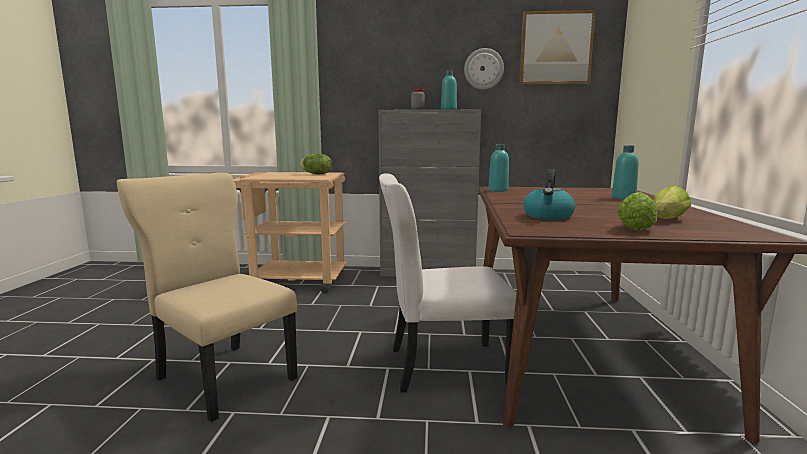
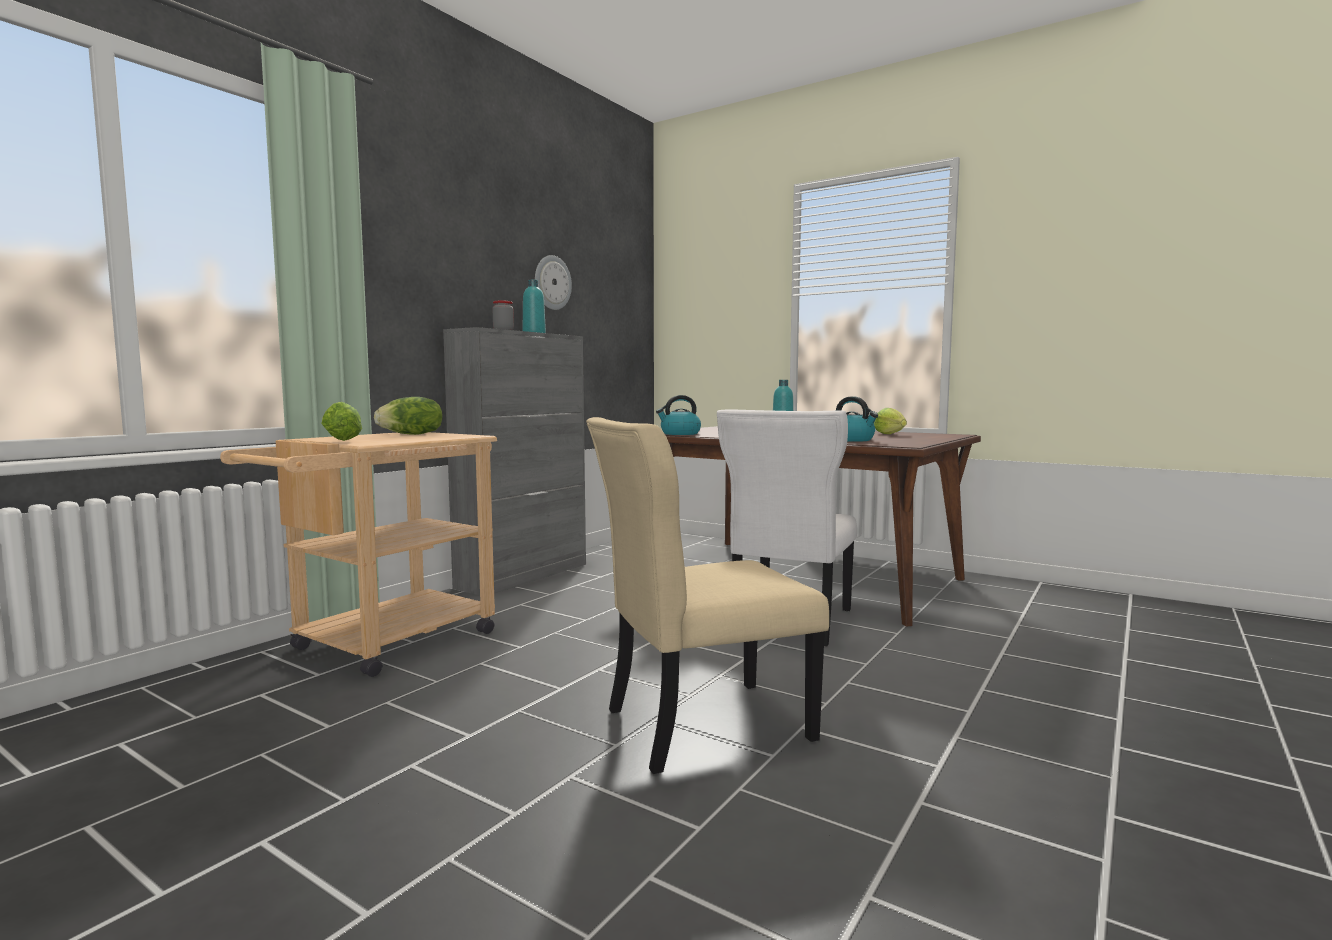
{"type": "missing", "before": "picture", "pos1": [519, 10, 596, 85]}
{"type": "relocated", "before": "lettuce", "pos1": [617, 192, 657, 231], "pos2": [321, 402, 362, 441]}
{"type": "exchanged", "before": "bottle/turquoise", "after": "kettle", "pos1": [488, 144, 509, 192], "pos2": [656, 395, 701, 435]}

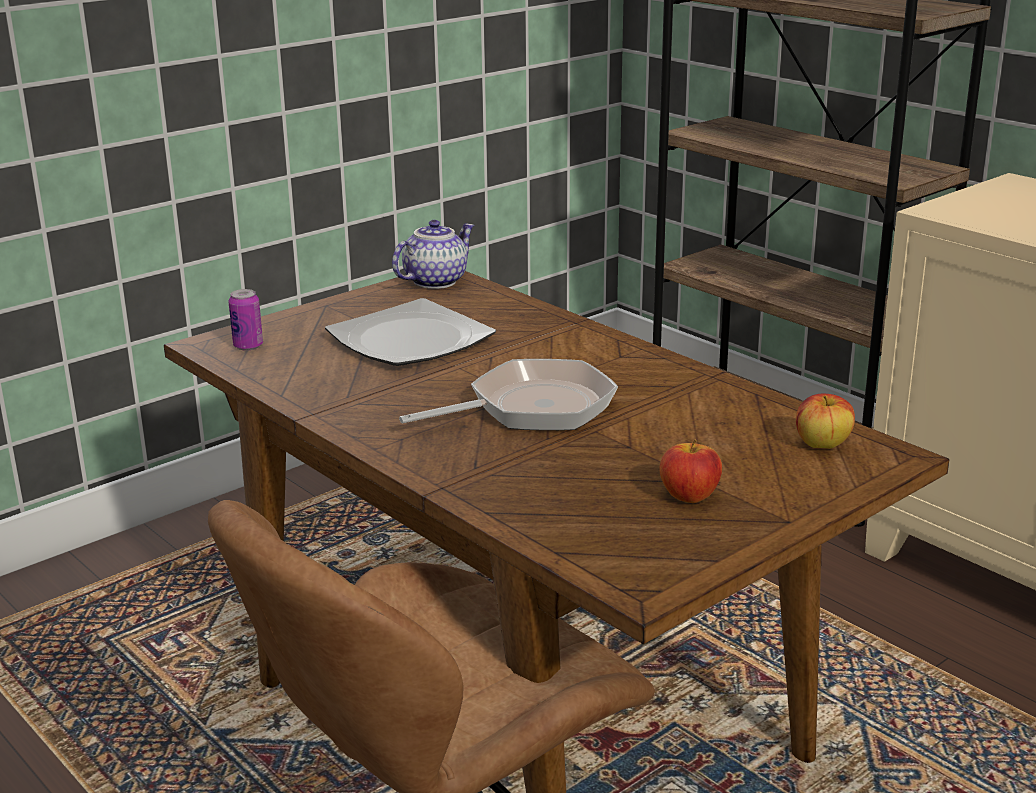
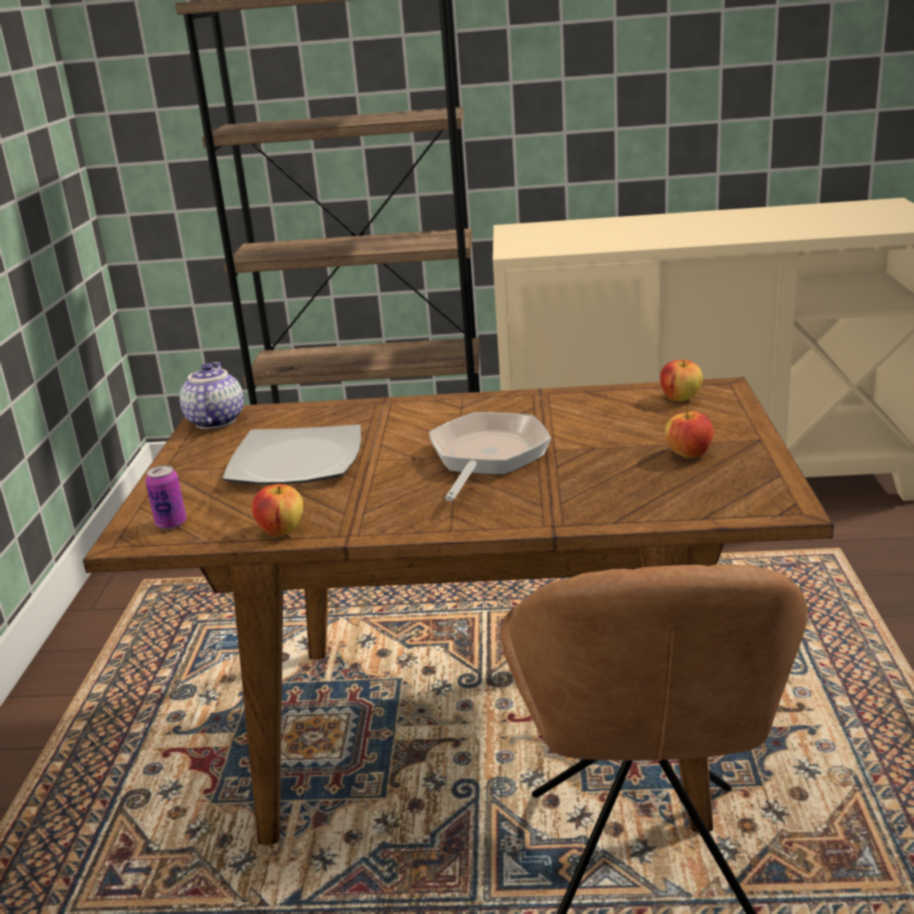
{"type": "appeared", "after": "apple", "pos2": [252, 484, 303, 536]}

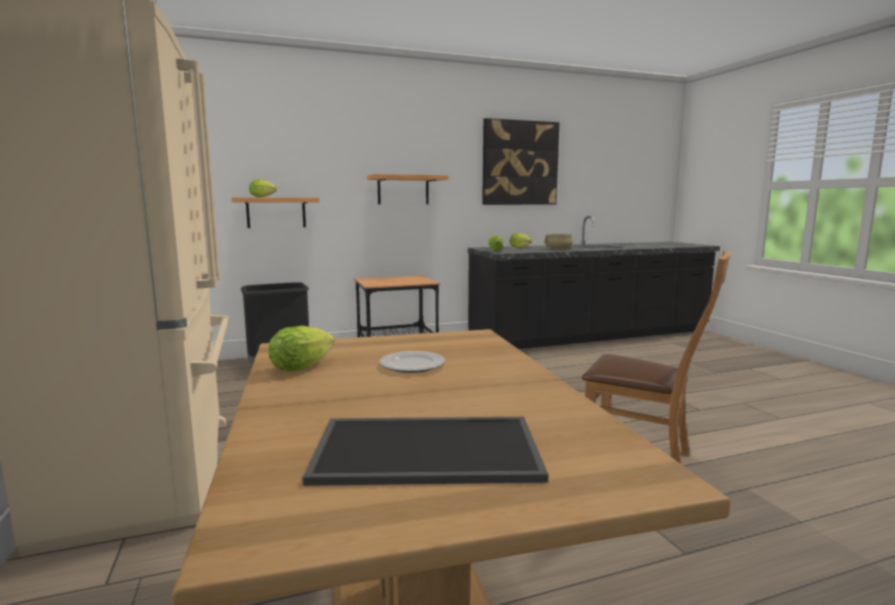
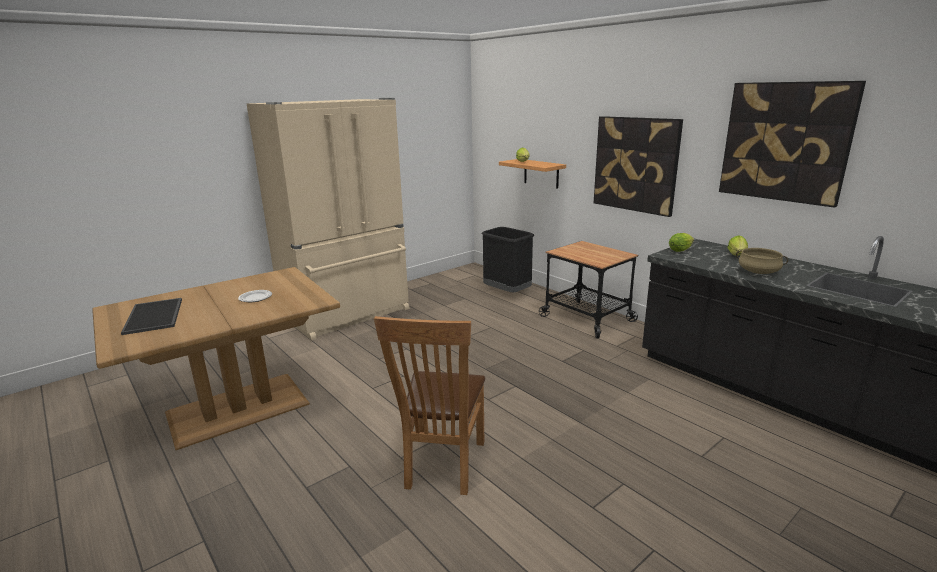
{"type": "missing", "before": "lettuce", "pos1": [268, 326, 335, 372]}
{"type": "exchanged", "before": "shelf", "after": "picture", "pos1": [367, 174, 449, 204], "pos2": [594, 116, 683, 217]}

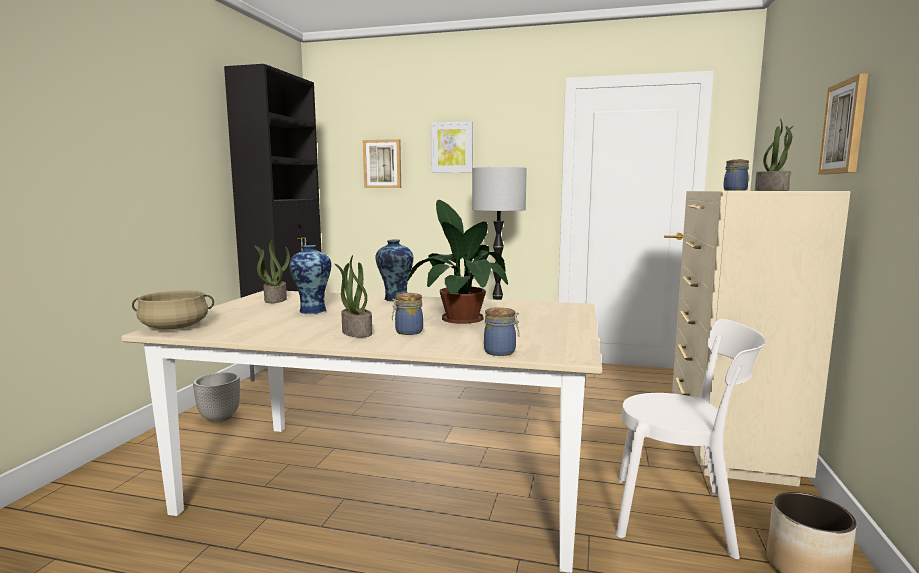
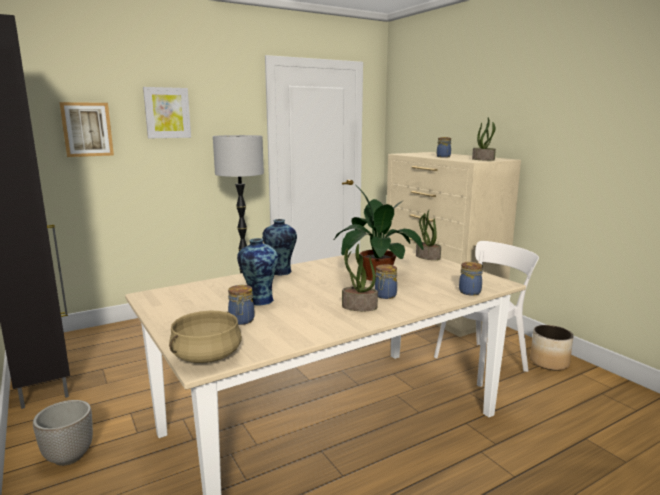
{"type": "missing", "before": "picture", "pos1": [818, 73, 868, 175]}
{"type": "appeared", "after": "jar", "pos2": [228, 285, 255, 325]}
{"type": "relocated", "before": "potted plant", "pos1": [255, 240, 290, 303], "pos2": [416, 210, 441, 260]}

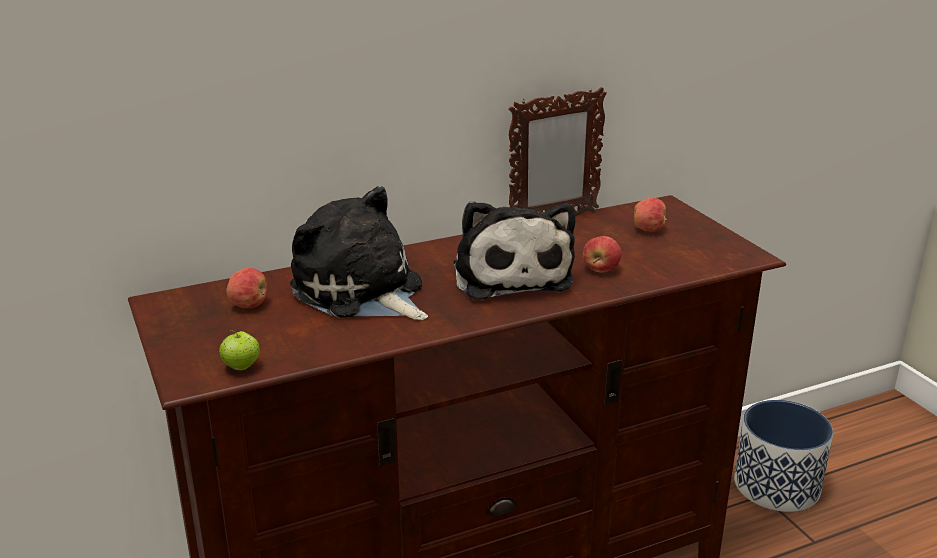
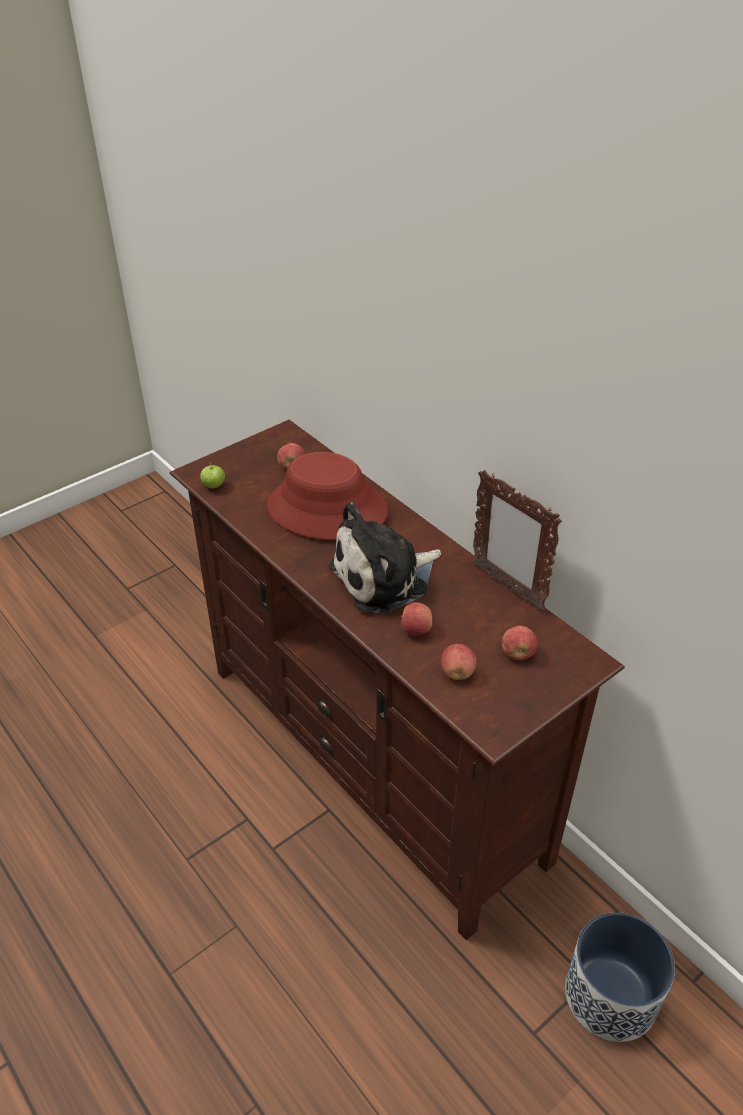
{"type": "appeared", "after": "apple", "pos2": [441, 644, 477, 680]}
{"type": "exchanged", "before": "plush toy", "after": "hat/red", "pos1": [290, 186, 428, 320], "pos2": [267, 452, 388, 540]}

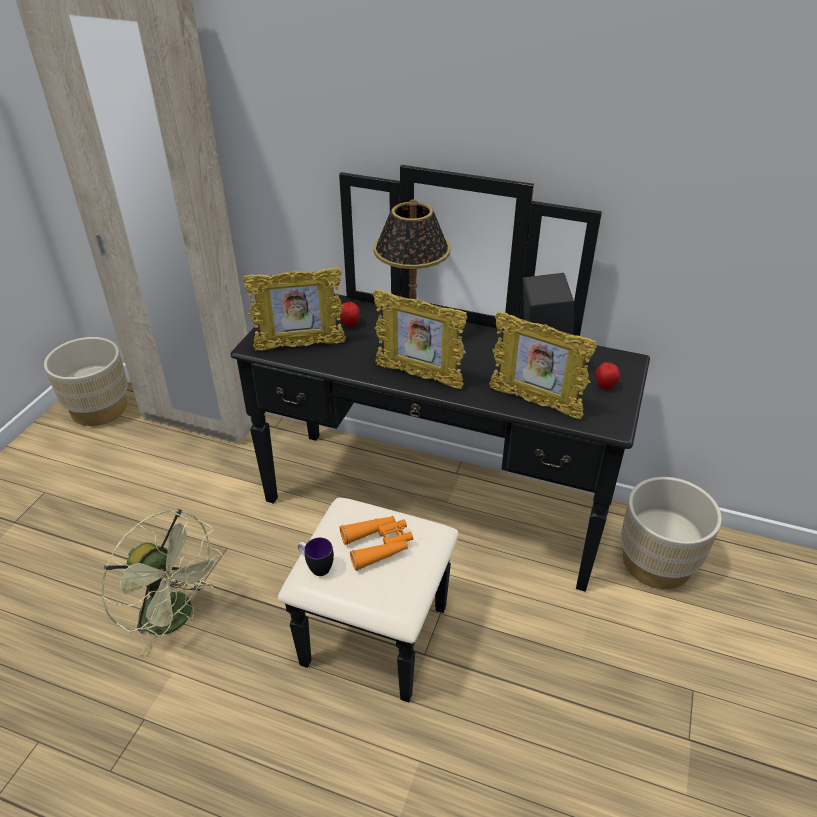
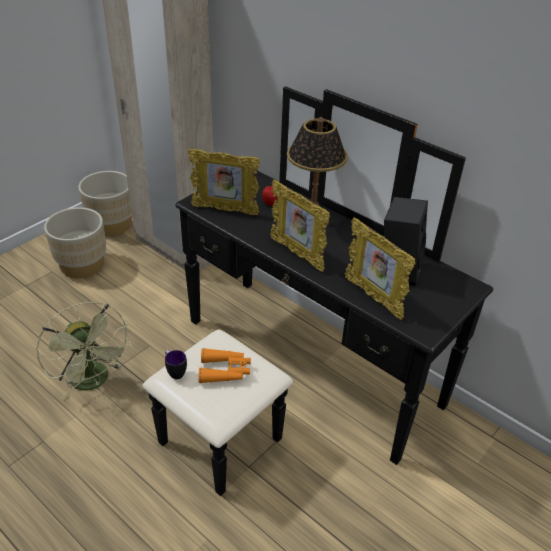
{"type": "missing", "before": "apple", "pos1": [595, 362, 620, 390]}
{"type": "relocated", "before": "planter/beige", "pos1": [621, 477, 722, 589], "pos2": [44, 207, 106, 278]}

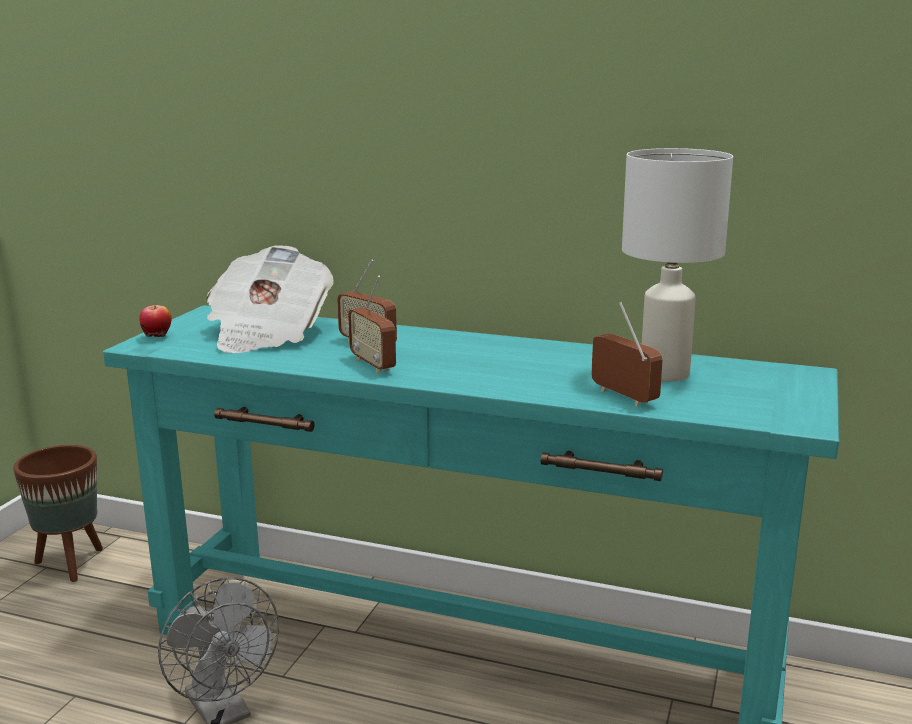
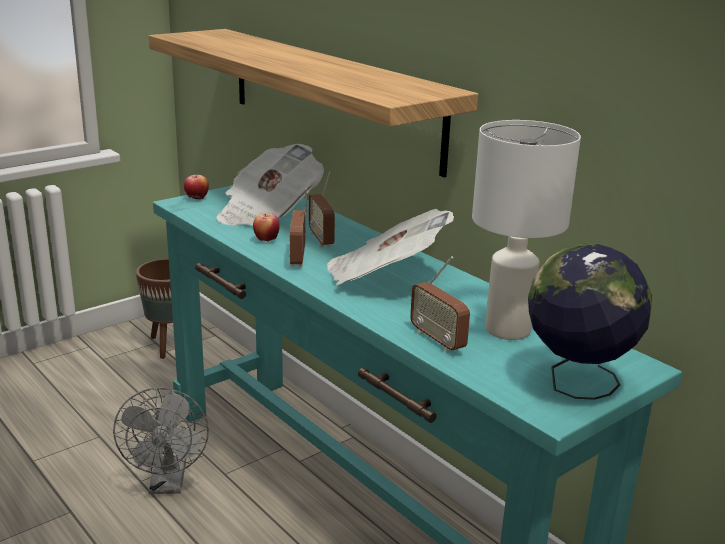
{"type": "appeared", "after": "shelf", "pos2": [149, 29, 478, 177]}
{"type": "appeared", "after": "apple", "pos2": [253, 213, 280, 241]}
{"type": "appeared", "after": "newspaper", "pos2": [327, 209, 454, 285]}
{"type": "appeared", "after": "globe", "pos2": [528, 244, 652, 400]}
{"type": "spun", "before": "radio", "pos1": [591, 302, 663, 406], "pos2": [410, 256, 470, 352], "turn": 150}

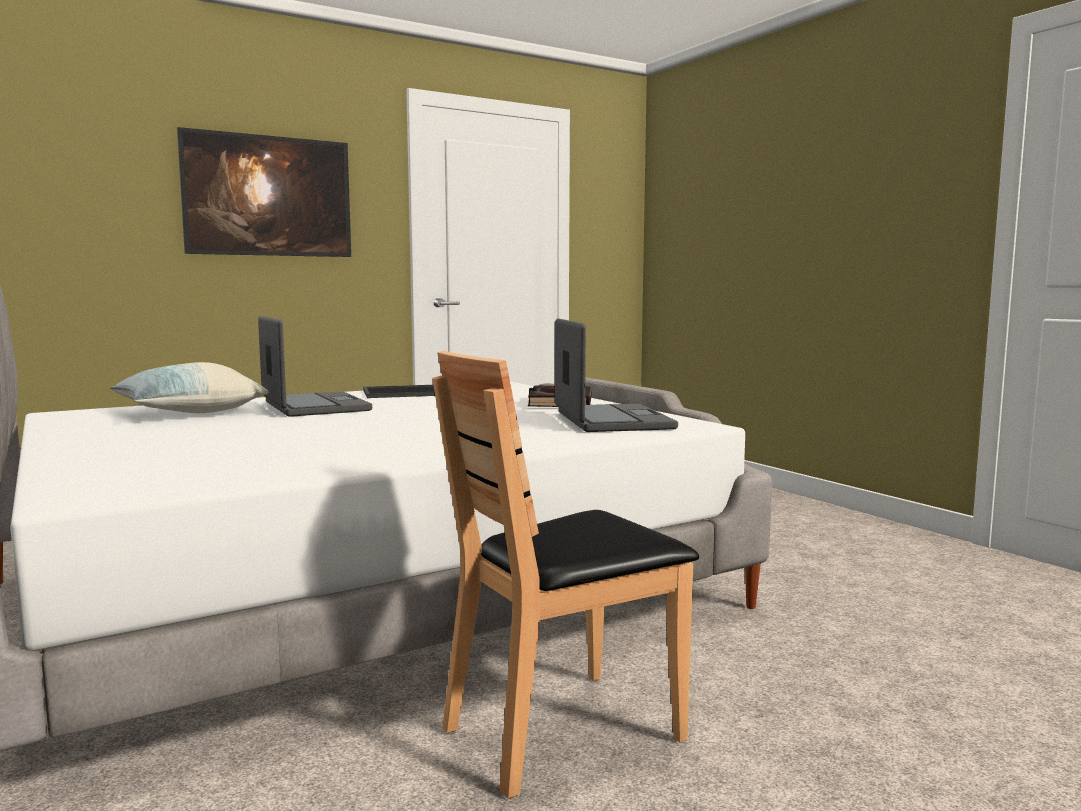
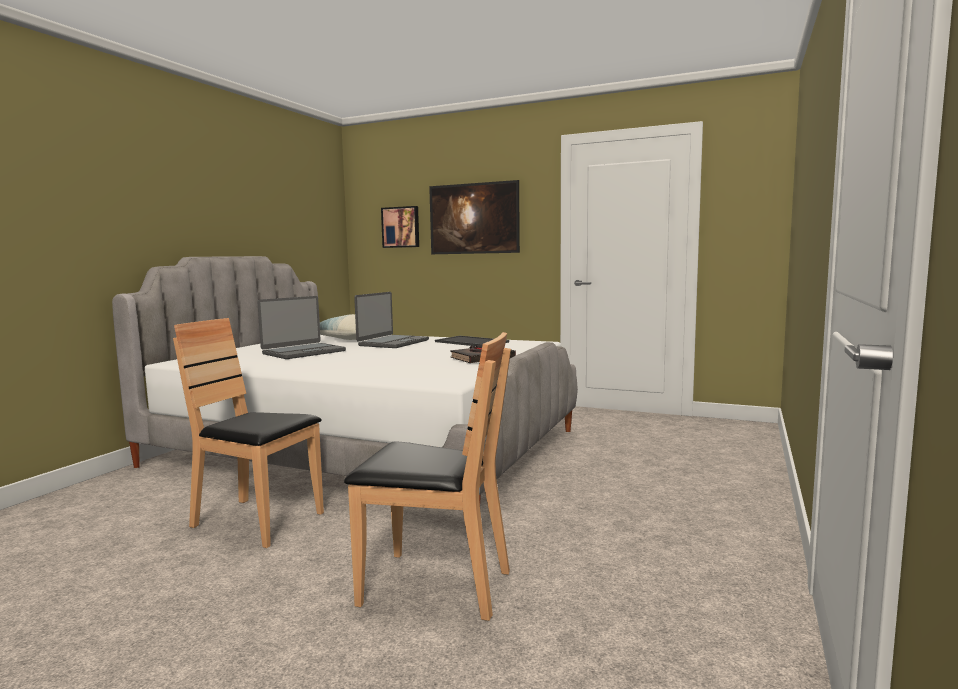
{"type": "appeared", "after": "chair/brown", "pos2": [344, 332, 511, 621]}
{"type": "appeared", "after": "picture", "pos2": [381, 206, 419, 248]}
{"type": "relocated", "before": "laptop", "pos1": [555, 319, 678, 432], "pos2": [257, 296, 346, 359]}

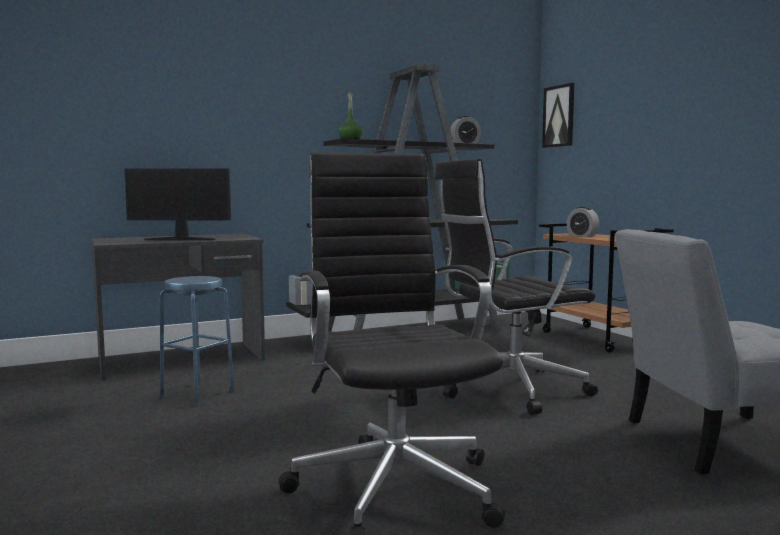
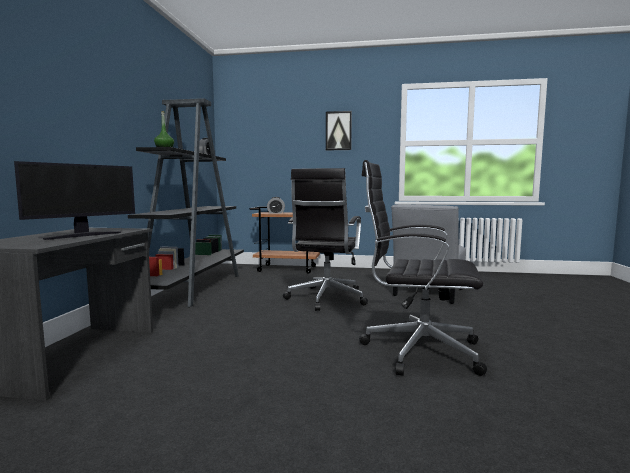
{"type": "missing", "before": "stool/blue", "pos1": [160, 276, 235, 406]}
{"type": "relocated", "before": "picture", "pos1": [542, 83, 574, 148], "pos2": [326, 111, 352, 150]}

